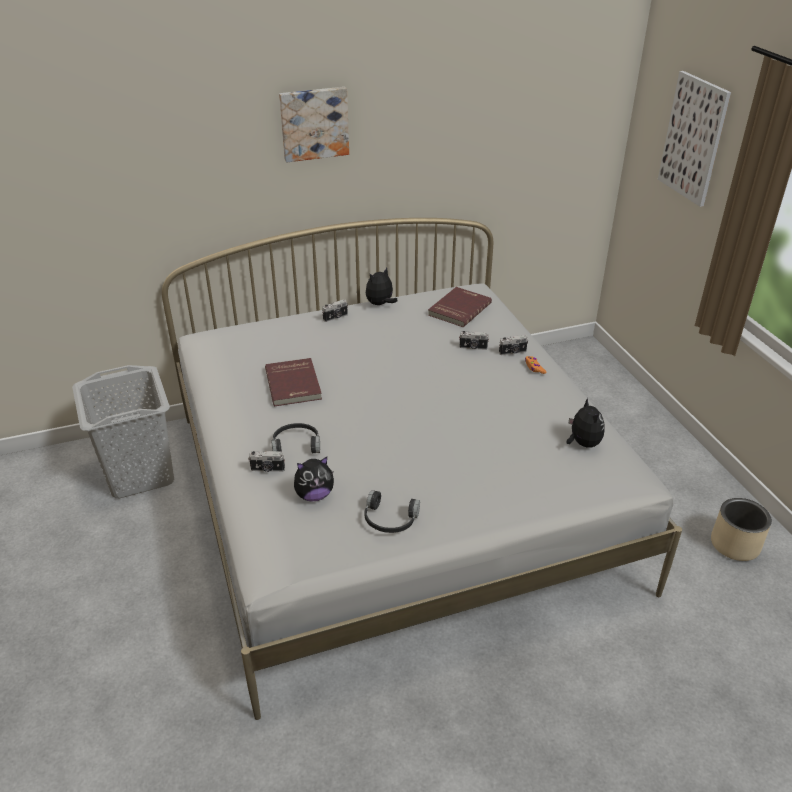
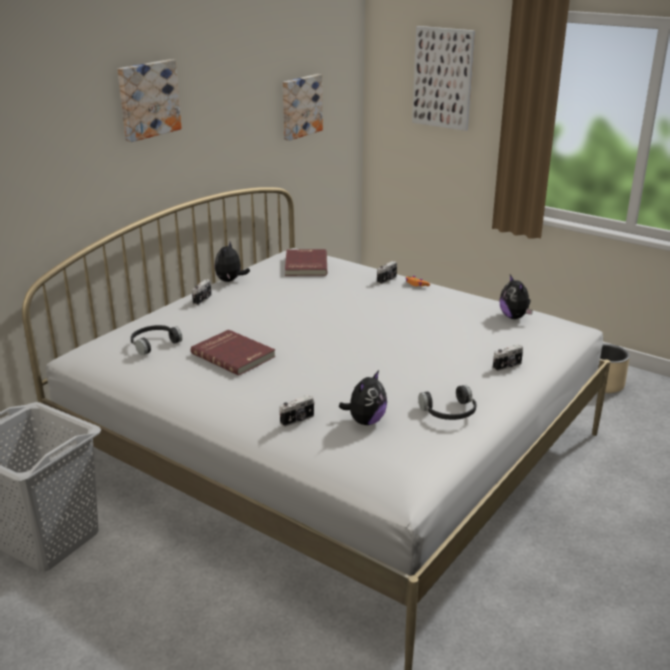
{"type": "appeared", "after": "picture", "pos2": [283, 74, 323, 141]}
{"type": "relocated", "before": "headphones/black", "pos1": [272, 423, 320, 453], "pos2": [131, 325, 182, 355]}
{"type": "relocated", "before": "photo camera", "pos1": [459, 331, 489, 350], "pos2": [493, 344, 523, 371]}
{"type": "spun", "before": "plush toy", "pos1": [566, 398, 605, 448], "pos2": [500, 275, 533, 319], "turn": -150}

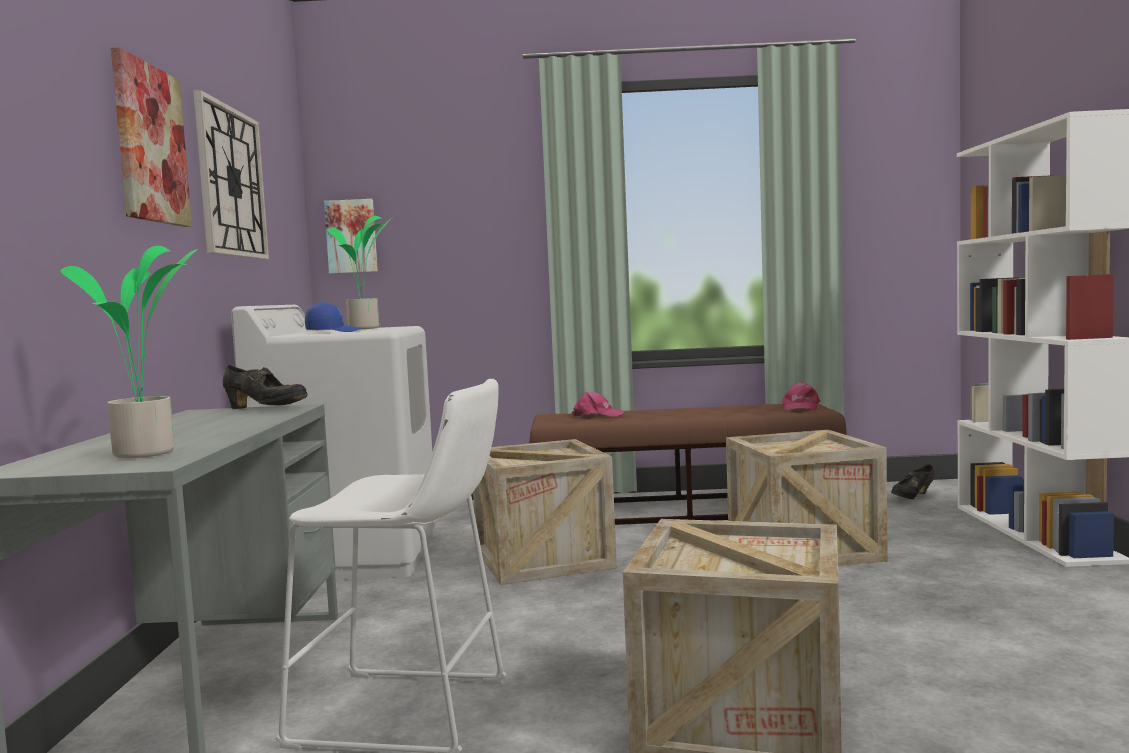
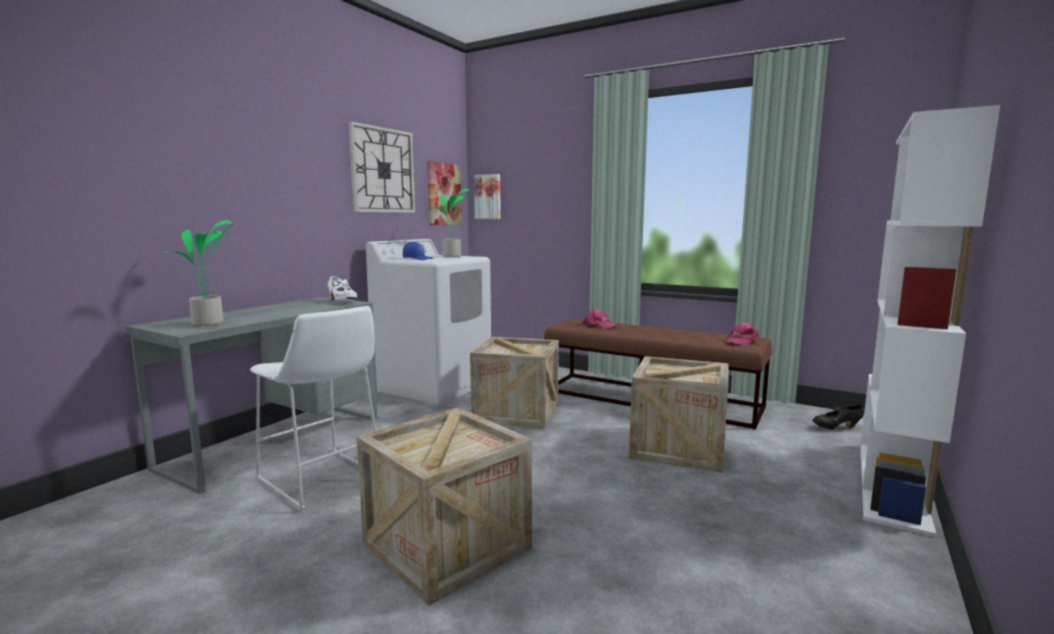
{"type": "relocated", "before": "picture", "pos1": [111, 47, 192, 227], "pos2": [427, 161, 462, 225]}
{"type": "colour", "before": "shoe/black", "after": "shoe/white", "pos1": [223, 365, 307, 409], "pos2": [327, 276, 357, 301]}

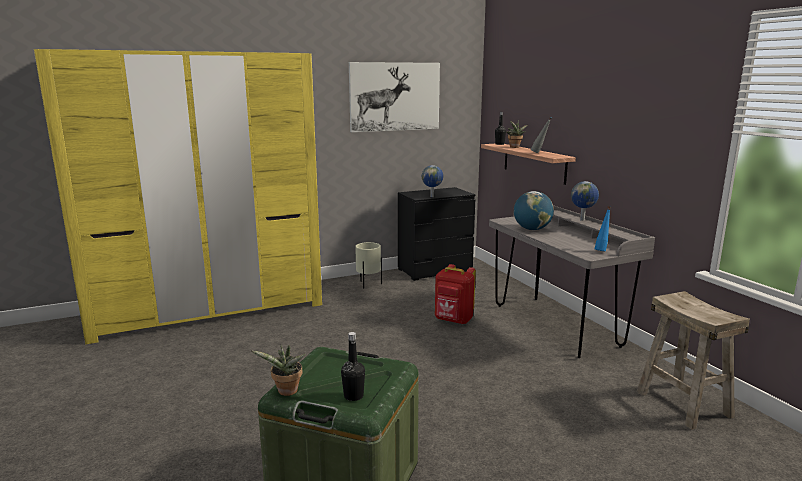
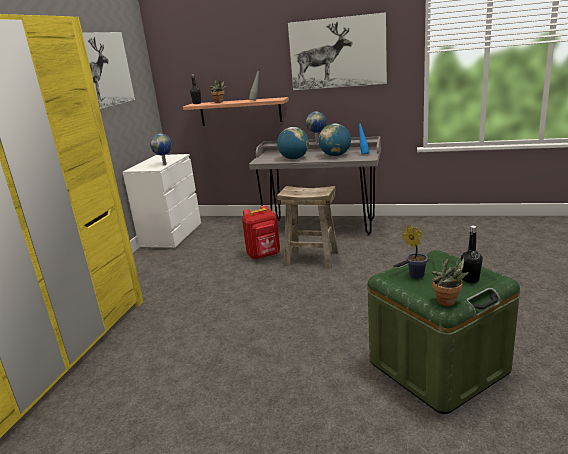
{"type": "missing", "before": "planter/beige", "pos1": [355, 242, 382, 289]}
{"type": "appeared", "after": "picture", "pos2": [288, 12, 387, 90]}
{"type": "appeared", "after": "globe", "pos2": [319, 124, 351, 156]}
{"type": "appeared", "after": "potted plant", "pos2": [402, 225, 428, 279]}
{"type": "relocated", "before": "stool/beige", "pos1": [636, 291, 750, 430], "pos2": [277, 186, 339, 269]}
{"type": "colour", "before": "dresser/black", "after": "dresser/white", "pos1": [398, 187, 476, 281], "pos2": [123, 154, 201, 249]}

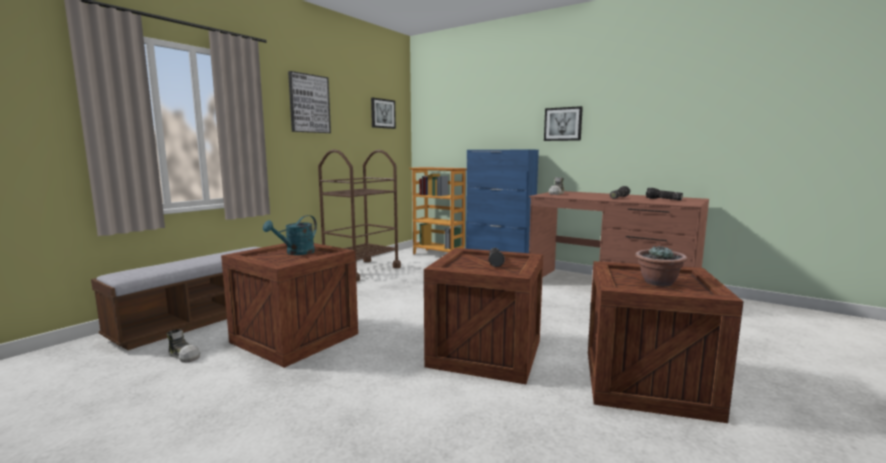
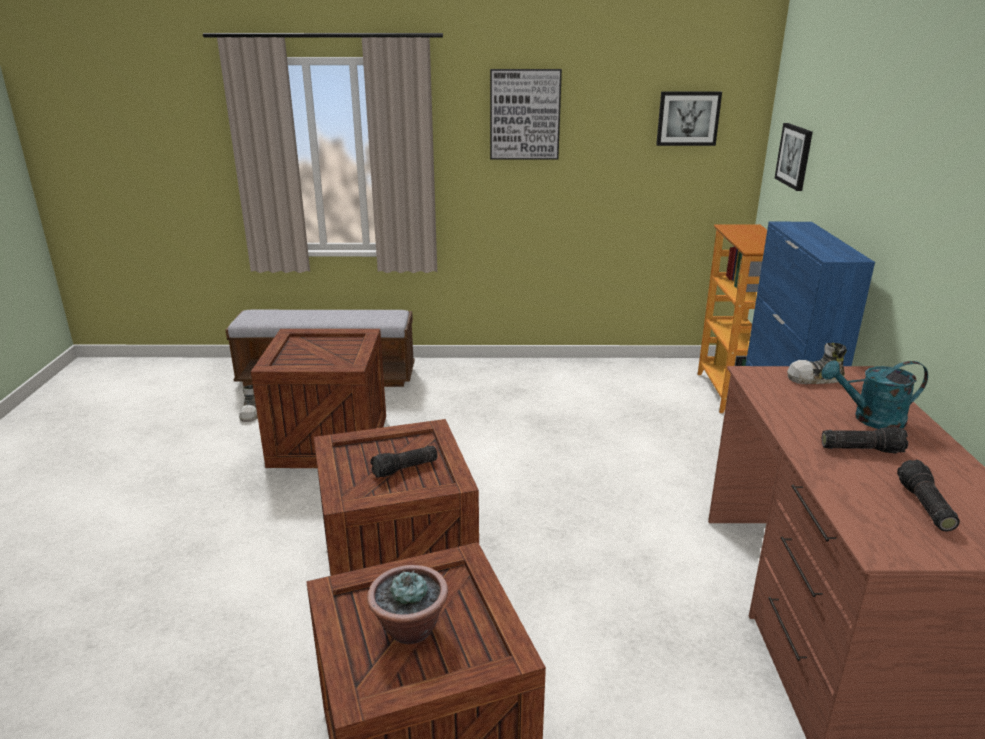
{"type": "missing", "before": "cart/brown", "pos1": [318, 149, 401, 282]}
{"type": "relocated", "before": "watering can/turquoise", "pos1": [263, 215, 317, 255], "pos2": [822, 360, 928, 429]}
{"type": "relocated", "before": "picture", "pos1": [544, 106, 583, 141], "pos2": [775, 123, 813, 191]}

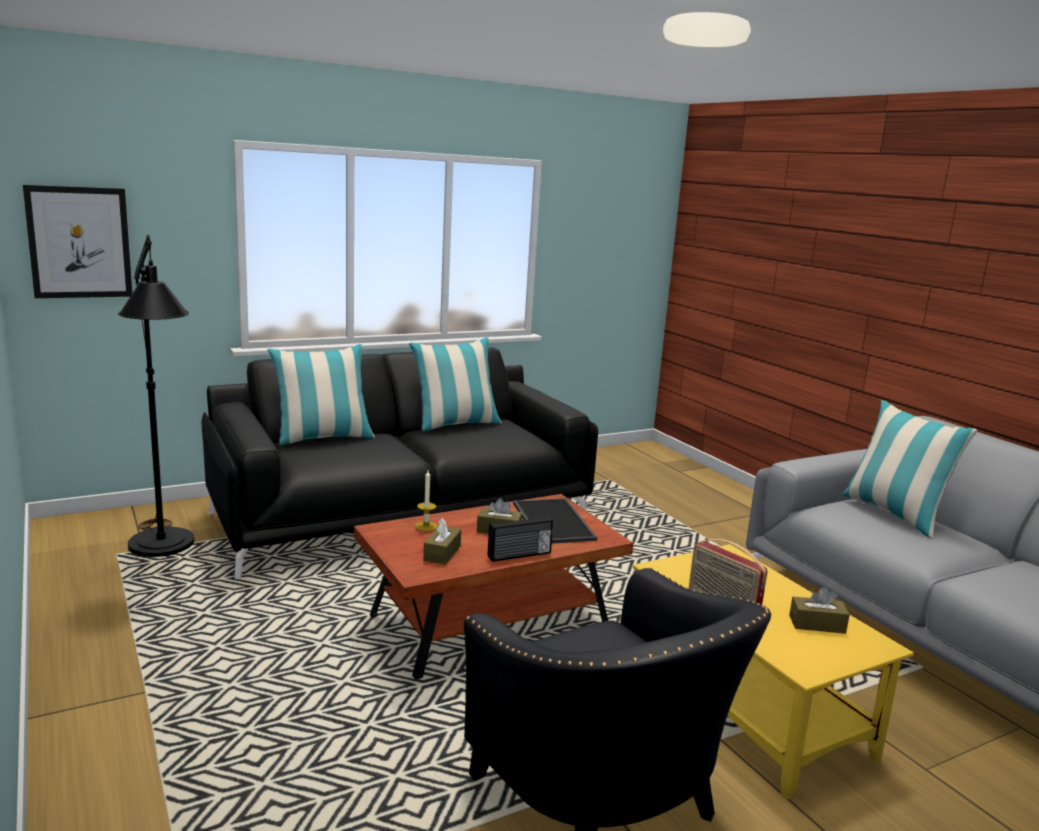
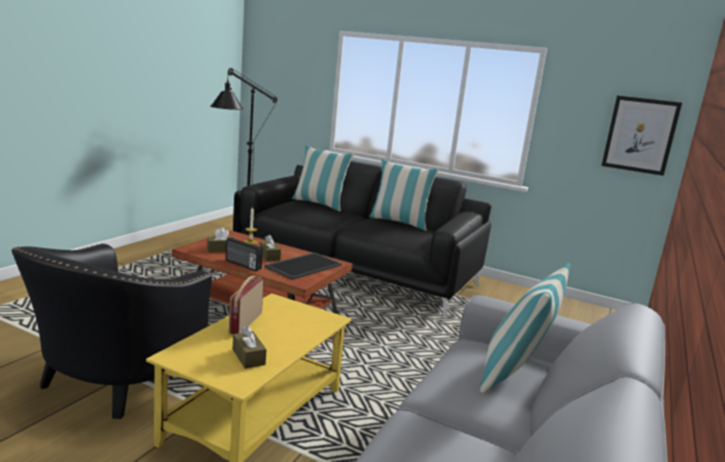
{"type": "relocated", "before": "picture", "pos1": [23, 185, 132, 298], "pos2": [601, 95, 682, 176]}

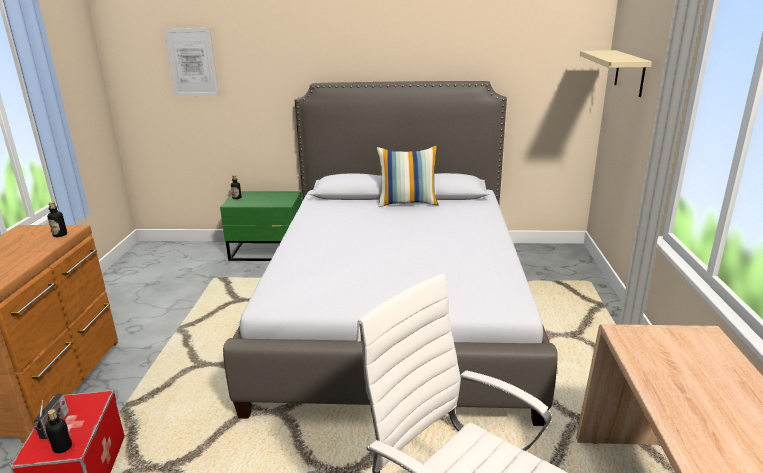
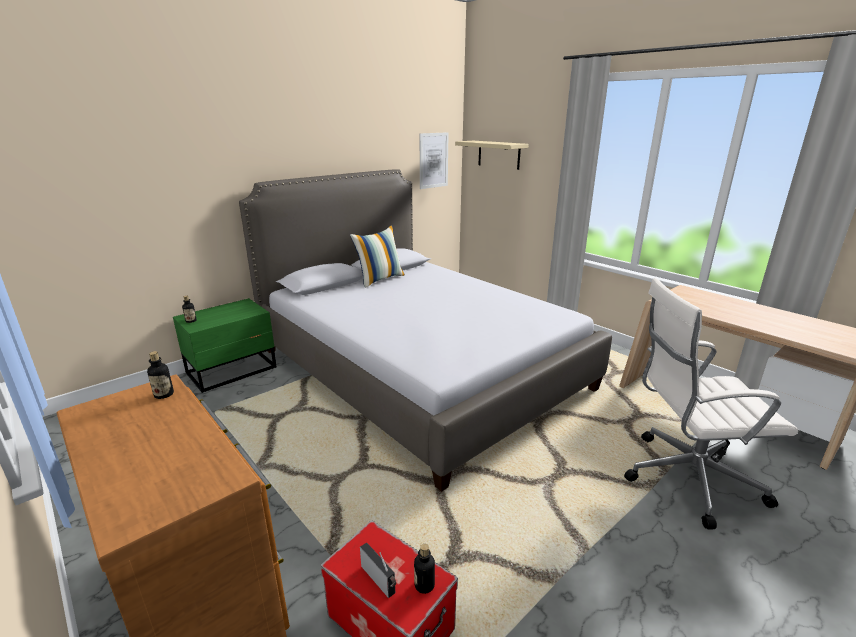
{"type": "relocated", "before": "picture", "pos1": [163, 28, 219, 96], "pos2": [420, 132, 449, 189]}

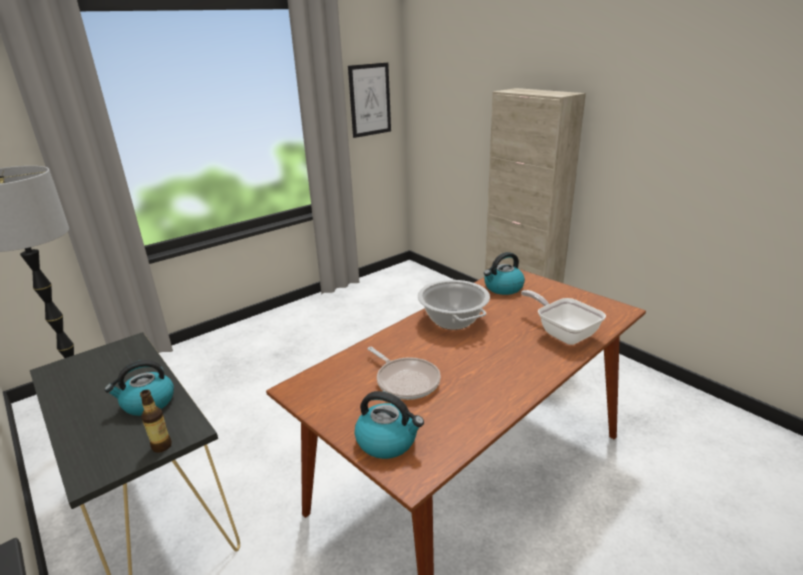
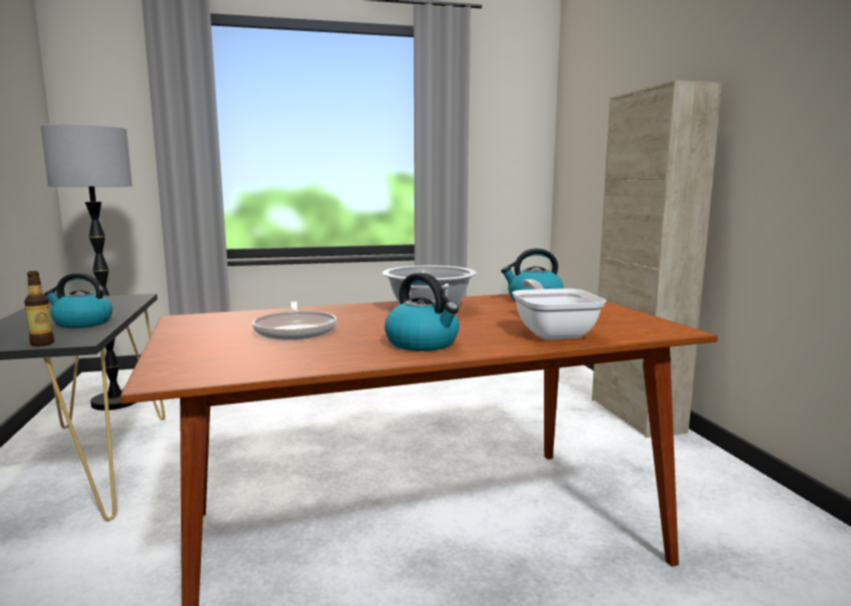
{"type": "missing", "before": "picture", "pos1": [348, 62, 391, 138]}
{"type": "relocated", "before": "kettle", "pos1": [355, 391, 424, 459], "pos2": [385, 273, 459, 351]}

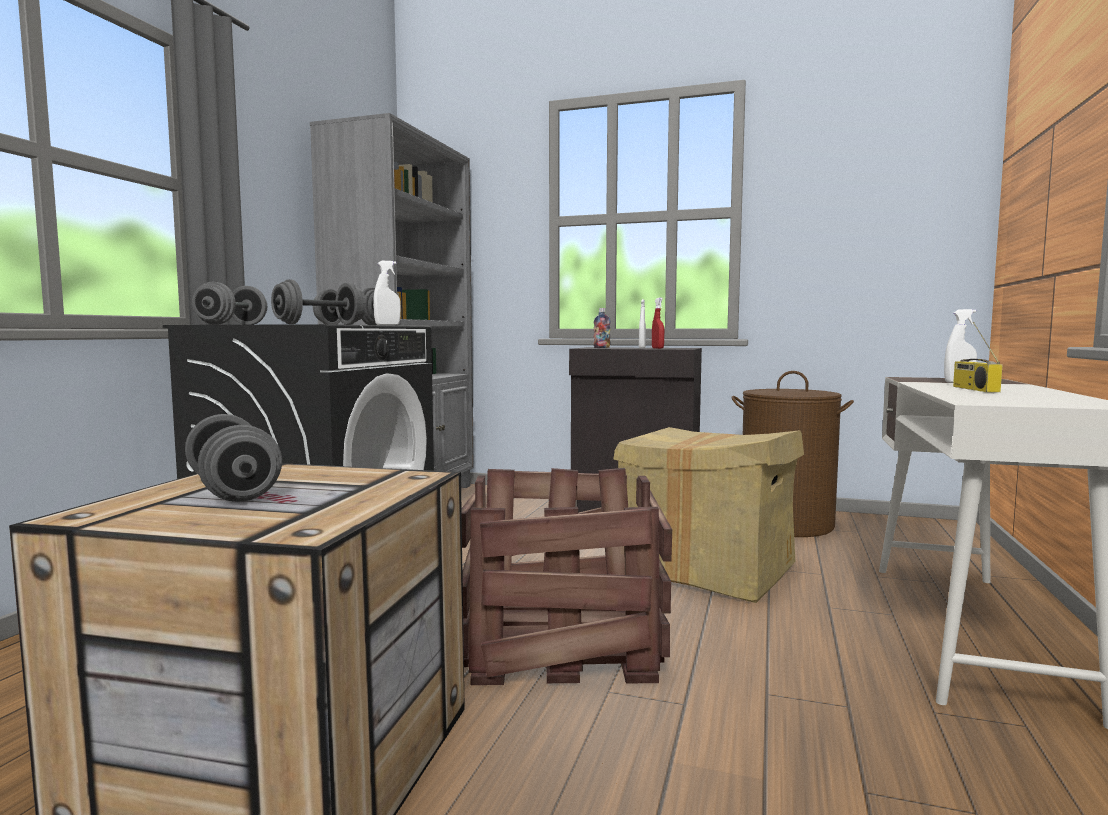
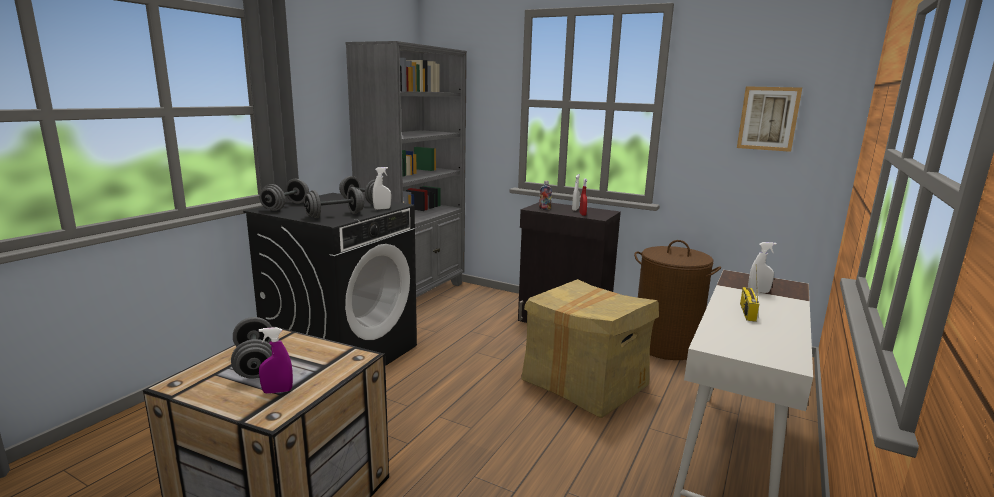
{"type": "missing", "before": "crate", "pos1": [461, 468, 672, 685]}
{"type": "appeared", "after": "spray bottle/purple", "pos2": [259, 327, 293, 394]}
{"type": "appeared", "after": "picture", "pos2": [737, 86, 802, 152]}

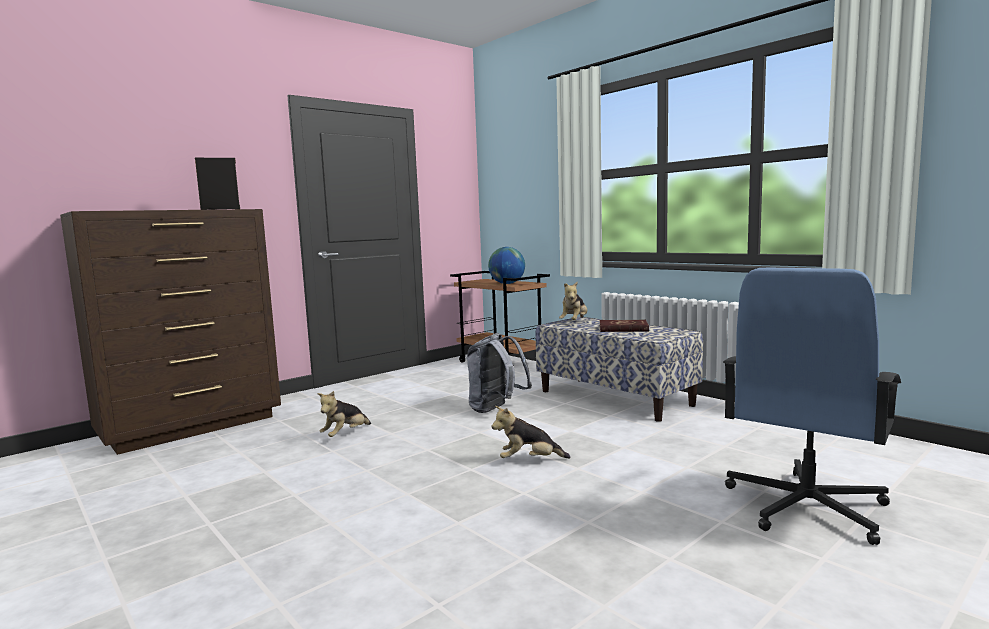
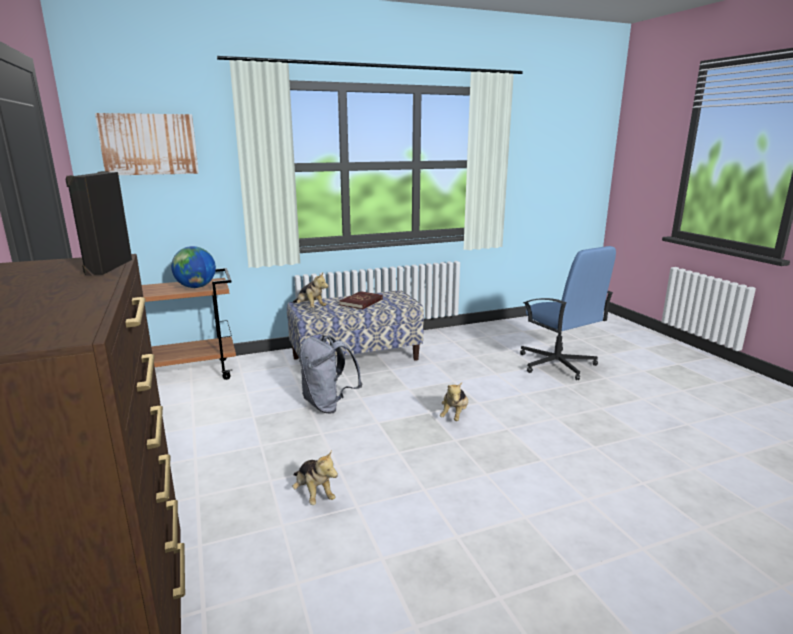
{"type": "appeared", "after": "picture", "pos2": [95, 113, 199, 175]}

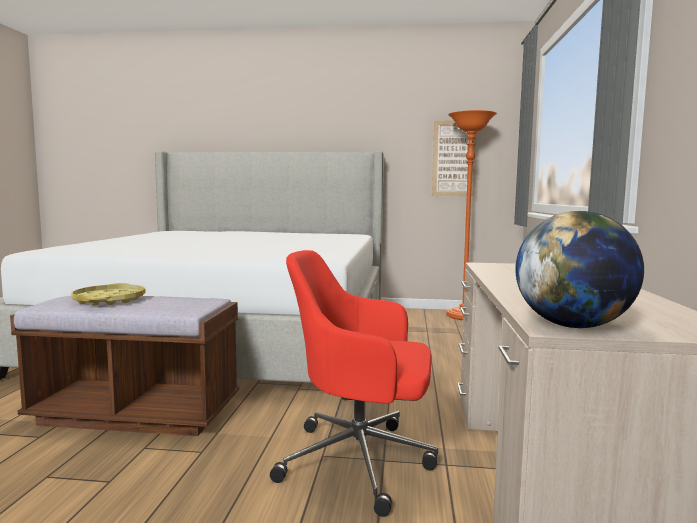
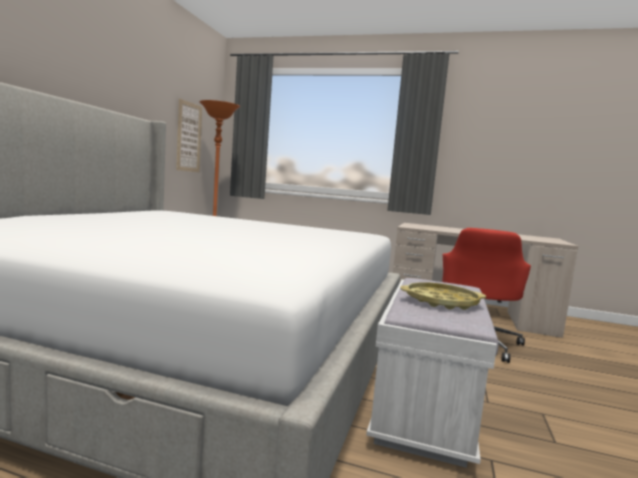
{"type": "missing", "before": "globe", "pos1": [515, 211, 644, 328]}
{"type": "colour", "before": "bench/brown", "after": "bench/white", "pos1": [10, 296, 239, 436], "pos2": [366, 278, 498, 468]}

